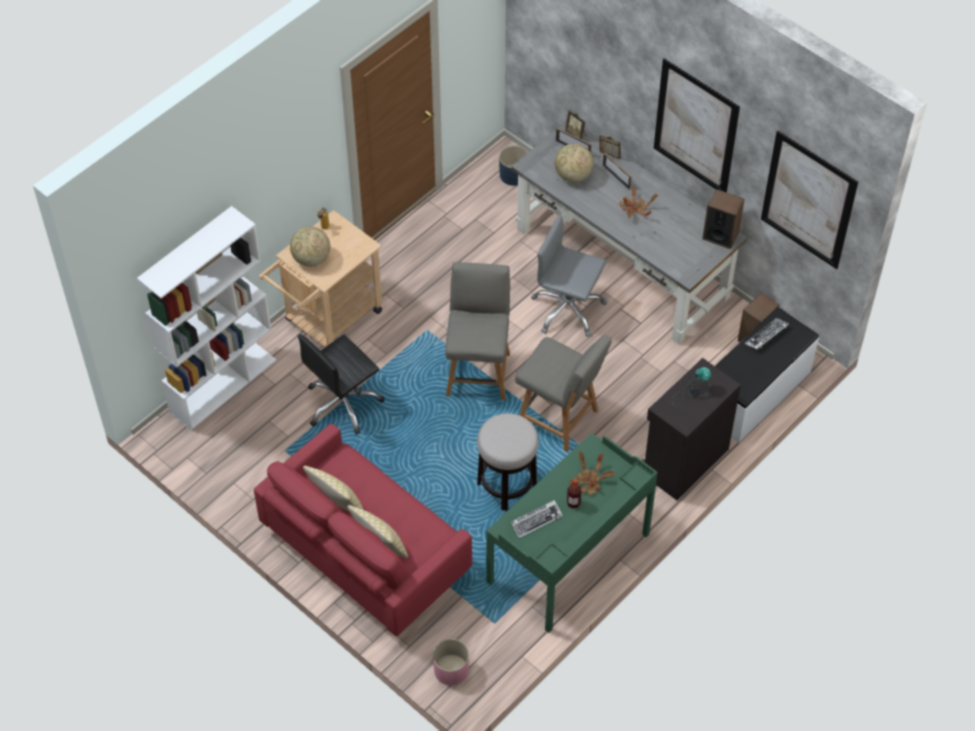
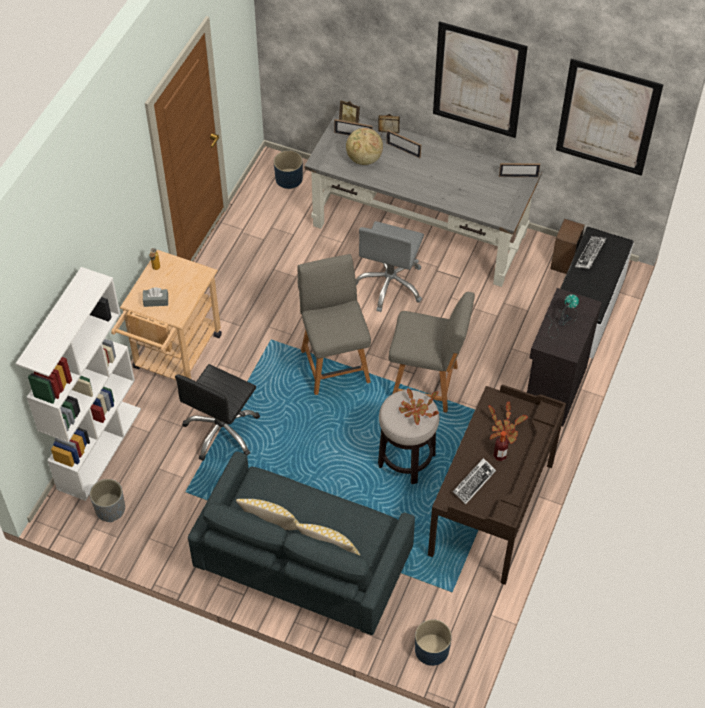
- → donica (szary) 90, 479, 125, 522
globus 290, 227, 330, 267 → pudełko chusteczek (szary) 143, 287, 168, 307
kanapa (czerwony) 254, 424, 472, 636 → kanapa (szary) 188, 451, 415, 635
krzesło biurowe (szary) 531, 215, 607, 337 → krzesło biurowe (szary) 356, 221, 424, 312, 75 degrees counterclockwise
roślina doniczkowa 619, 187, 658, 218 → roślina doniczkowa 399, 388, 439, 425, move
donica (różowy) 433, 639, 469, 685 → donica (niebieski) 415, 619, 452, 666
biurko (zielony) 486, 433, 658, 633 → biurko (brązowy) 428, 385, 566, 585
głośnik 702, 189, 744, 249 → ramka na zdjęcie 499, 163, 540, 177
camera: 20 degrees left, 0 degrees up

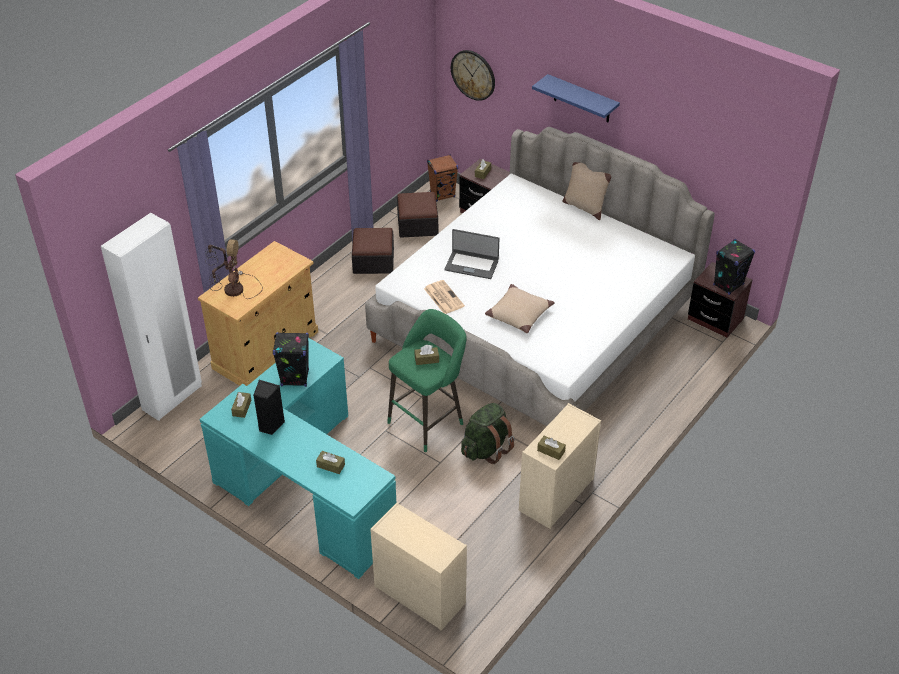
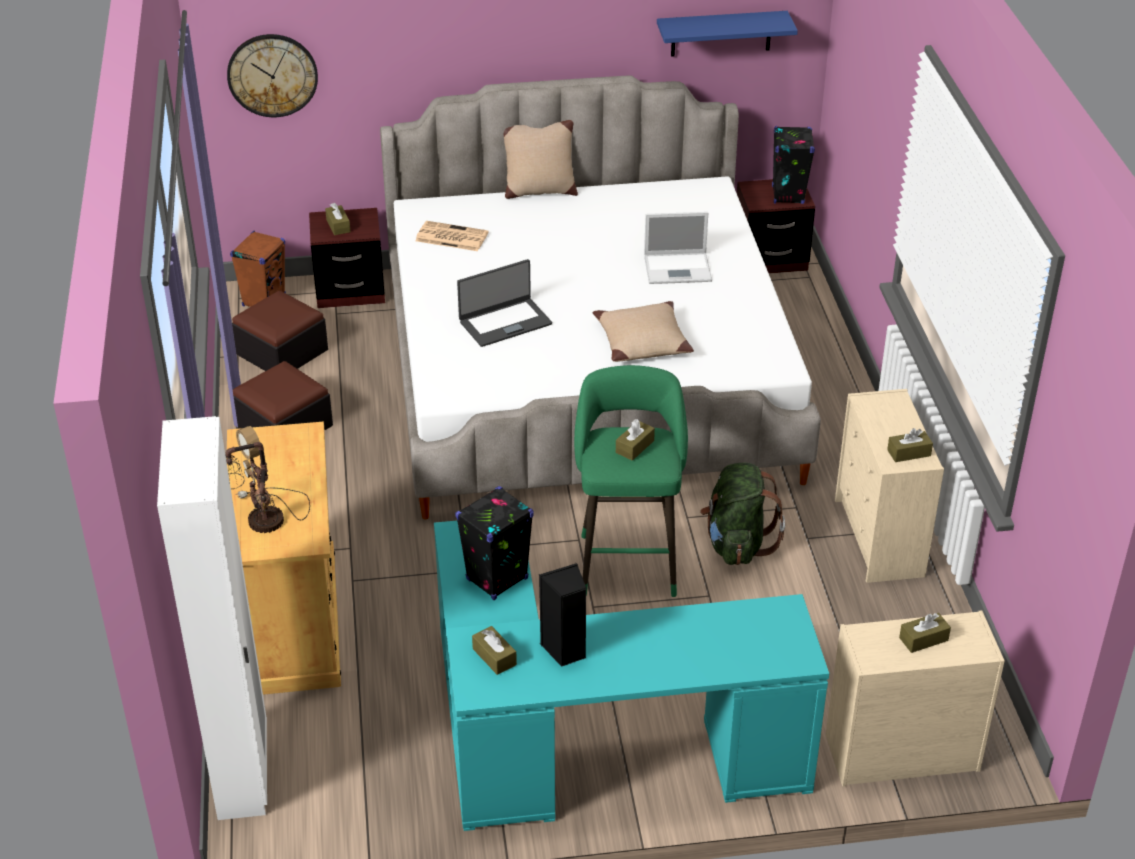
gazeta 424, 280, 465, 314 → gazeta 415, 221, 488, 251, move
- → laptop 644, 212, 712, 284
półka (niebieski) 532, 74, 620, 122 → półka (niebieski) 657, 11, 798, 57, move
pudełko chusteczek (brązowy) 316, 451, 345, 474 → pudełko chusteczek (brązowy) 899, 613, 951, 653, move
camera: 45 degrees left, 5 degrees down

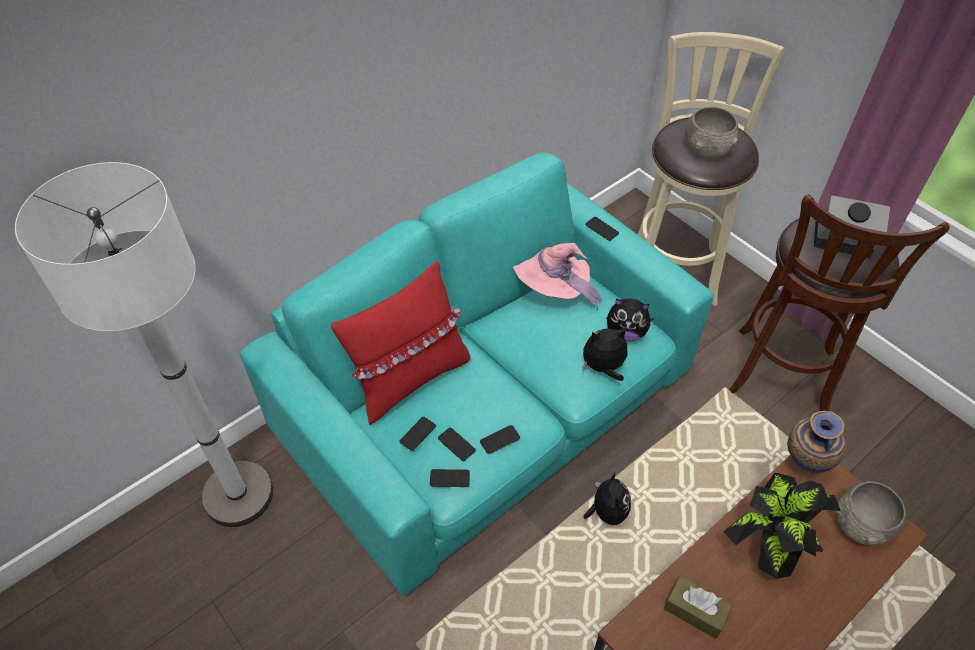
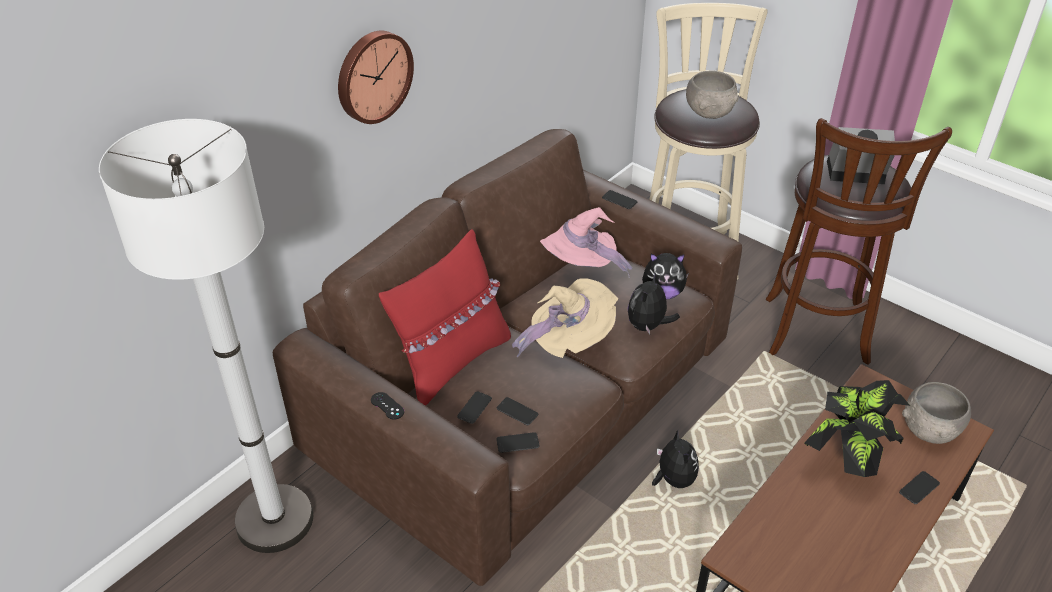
kanapa (turkusowy) 240, 153, 714, 595 → kanapa (brązowy) 273, 129, 742, 586
- → zegar ścienny 338, 30, 414, 124
- → pad do gier (czarny) 371, 392, 404, 420
- → kapelusz (beżowy) 512, 278, 618, 358
pluszak 583, 328, 627, 381 → pluszak 628, 273, 680, 335, 45 degrees counterclockwise
telefon 480, 425, 520, 454 → telefon 899, 471, 940, 504, move
pudełko chusteczek (brązowy) 664, 575, 733, 639 → -
wazon 787, 411, 846, 473 → -
camera: 10 degrees left, 10 degrees down

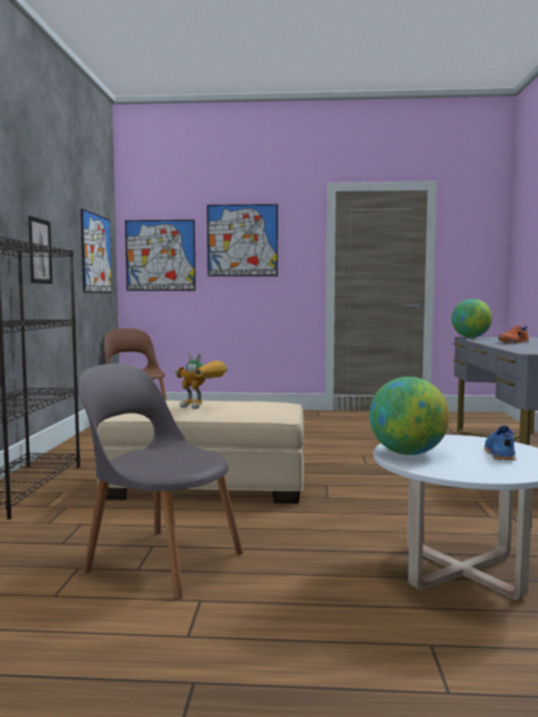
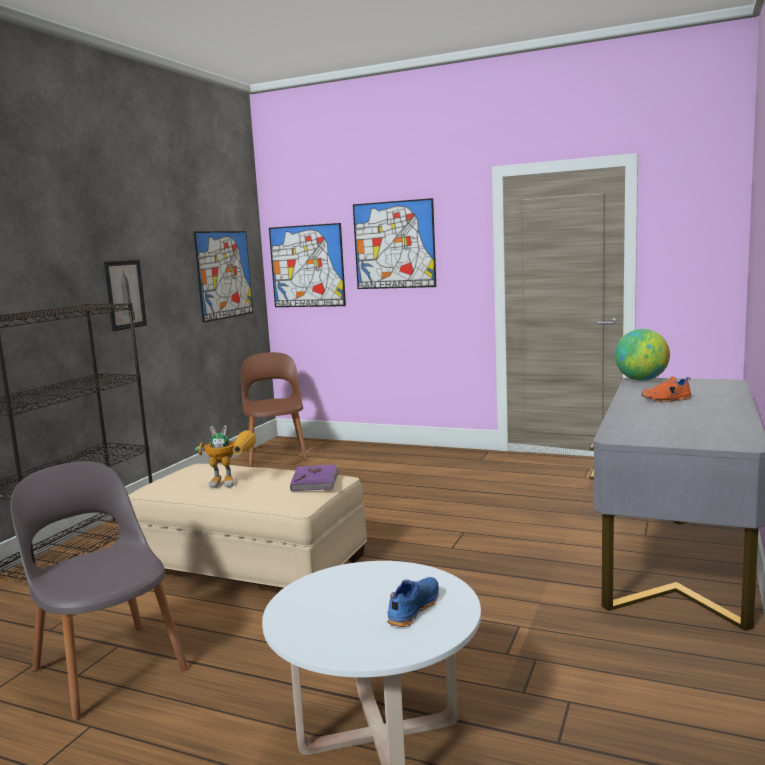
robot zabawkowy 175, 353, 228, 409 → robot zabawkowy 195, 426, 256, 488, 45 degrees counterclockwise
- → książka (fioletowy) 290, 465, 340, 491
globus 369, 377, 450, 455 → -
camera: 20 degrees right, 5 degrees up

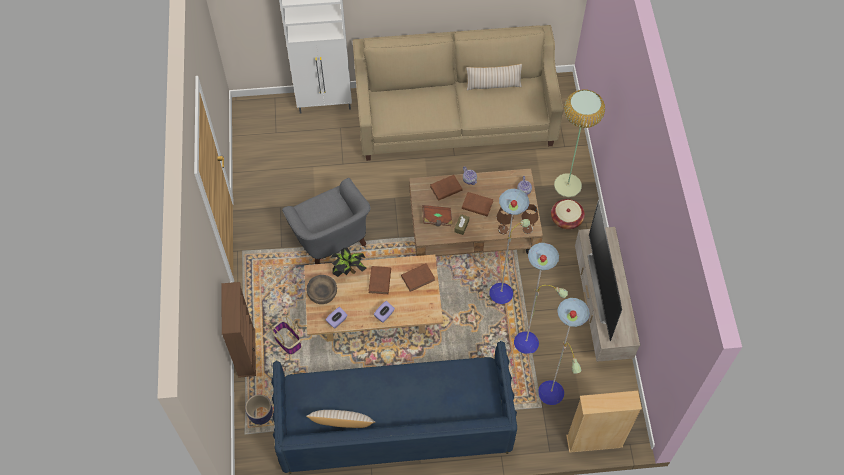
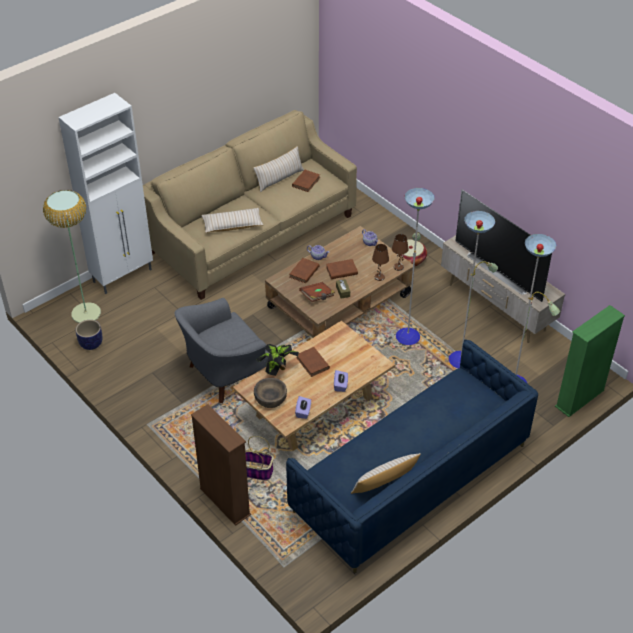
lampa stojąca 554, 89, 605, 197 → lampa stojąca 43, 190, 101, 323, move
donica 245, 395, 273, 425 → donica 76, 320, 103, 350, move
fotel (szary) 282, 178, 371, 264 → fotel (szary) 175, 298, 270, 403, 120 degrees clockwise
- → poduszka (beżowy) 201, 208, 263, 233
książka (brązowy) 401, 263, 435, 292 → książka (brązowy) 292, 170, 320, 192, move
regał (beżowy) 566, 391, 642, 453 → regał (zielony) 555, 305, 625, 417
camera: 35 degrees left, 15 degrees down

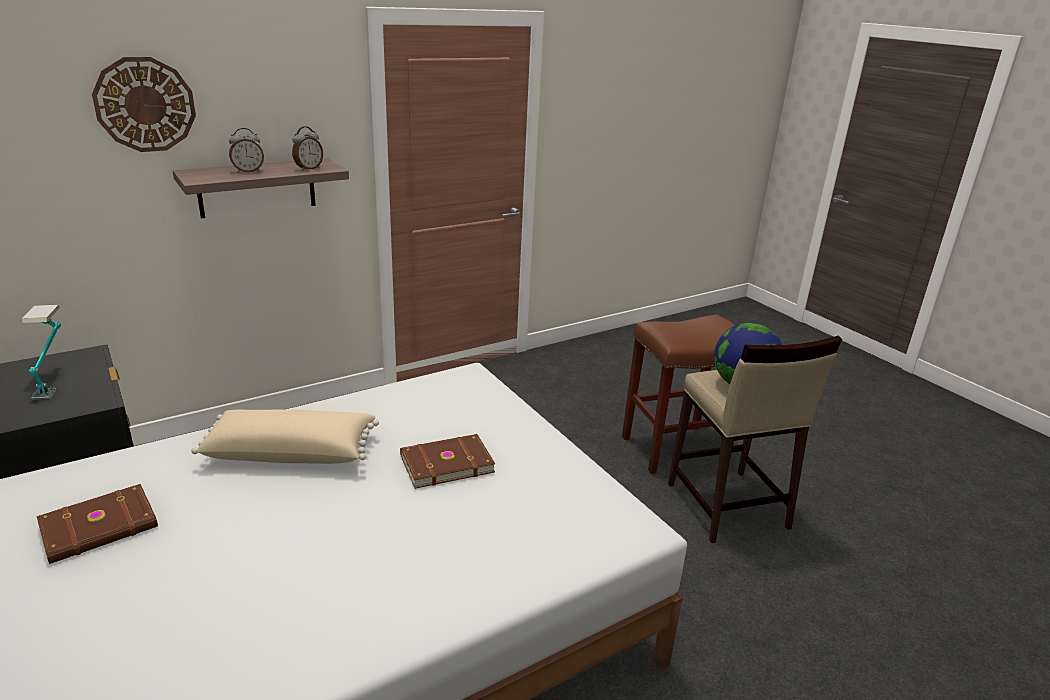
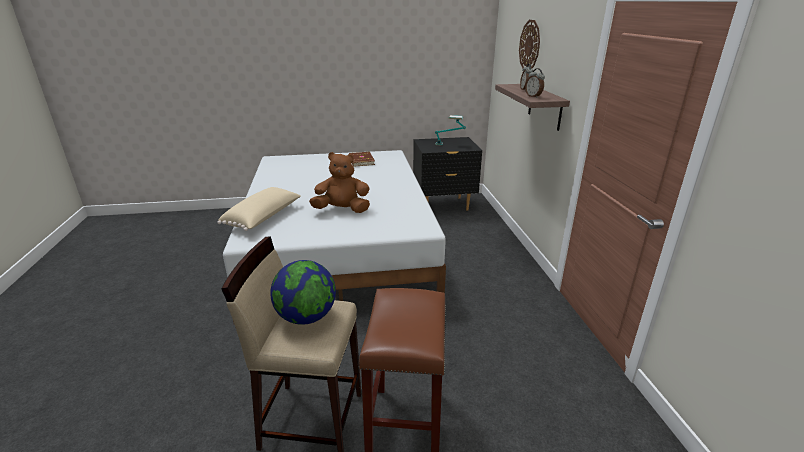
poduszka (beżowy) 191, 409, 379, 464 → poduszka (beżowy) 217, 187, 301, 231, move
książka (brązowy) 400, 434, 495, 489 → pluszak (brązowy) 309, 152, 370, 213
camera: 115 degrees right, 0 degrees up

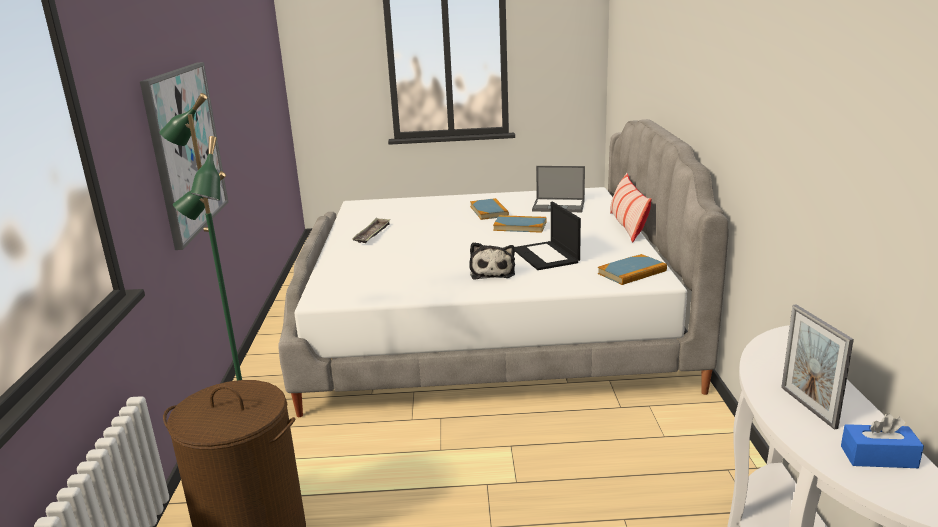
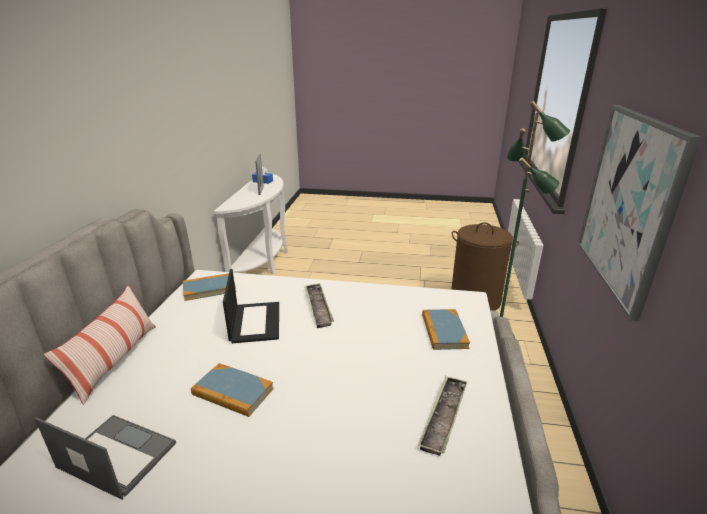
pluszak 469, 242, 515, 280 → taca 304, 283, 334, 328
książka 470, 198, 509, 220 → książka 422, 309, 470, 350, move
camera: 170 degrees left, 5 degrees up

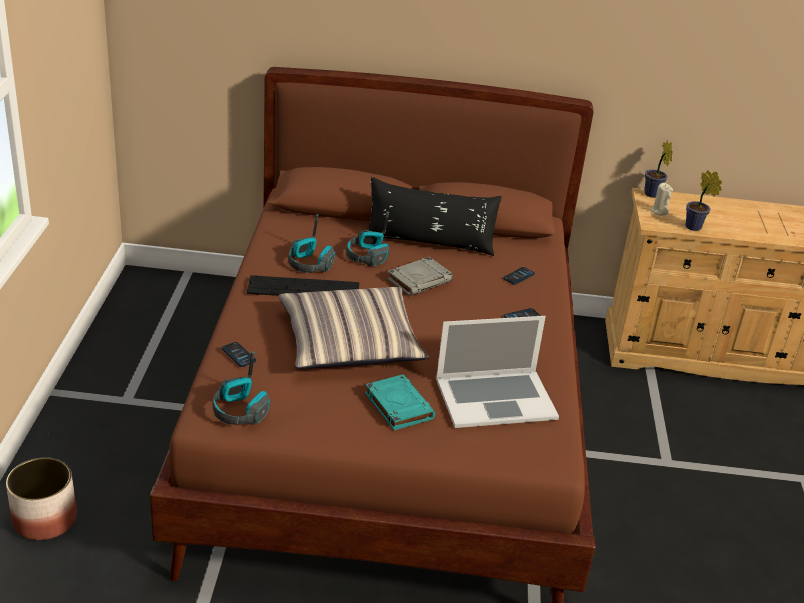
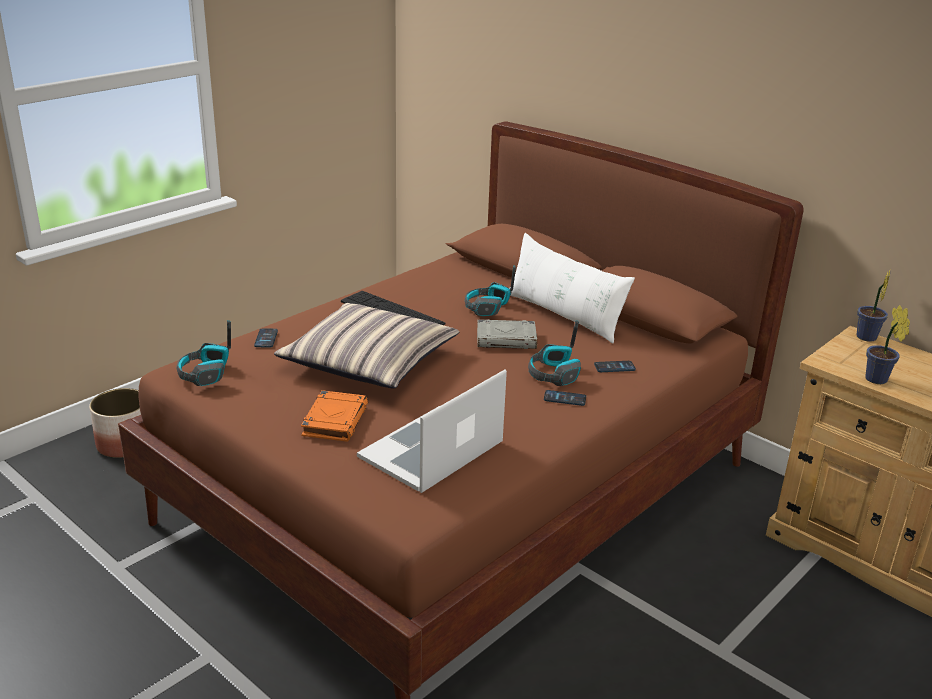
książka (turkusowy) 365, 374, 435, 430 → książka (pomarańczowy) 301, 390, 368, 442
laptop 436, 316, 559, 428 → laptop 357, 370, 507, 493, 105 degrees clockwise
poduszka (czarny) 368, 177, 502, 256 → poduszka (biały) 511, 233, 635, 343
słuchawki 288, 214, 336, 273 → słuchawki 528, 320, 581, 386, move
świeca (beżowy) 649, 183, 673, 215 → -
camera: 40 degrees right, 5 degrees down

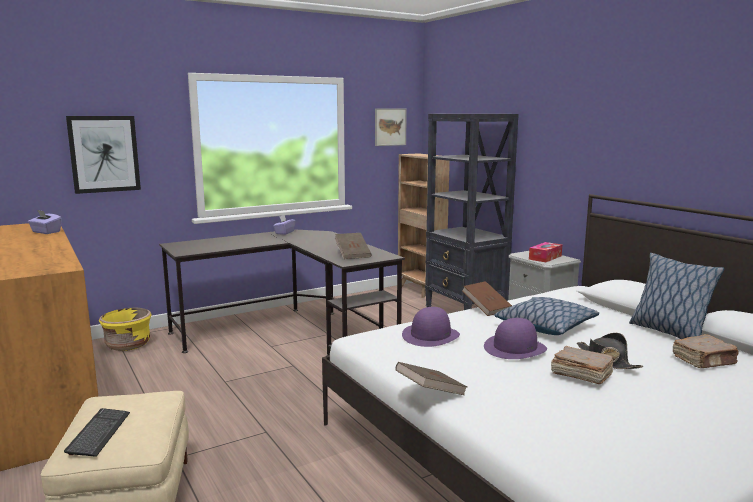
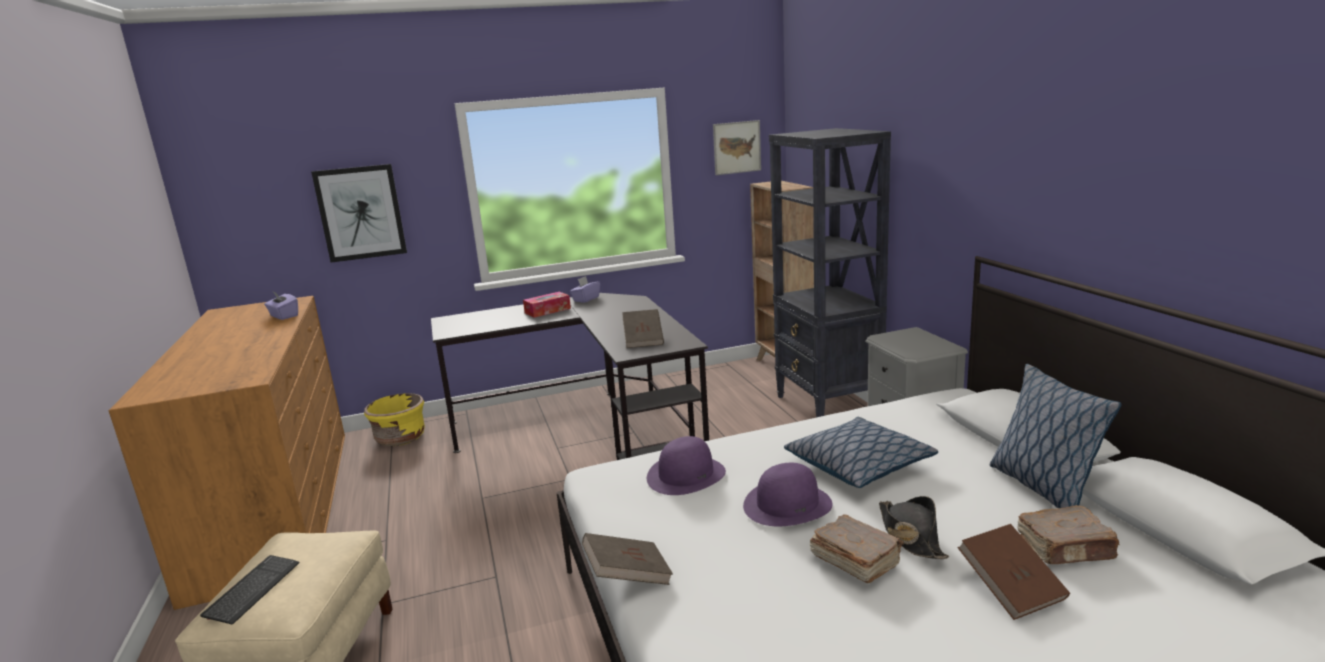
pudełko chusteczek 529, 242, 562, 262 → pudełko chusteczek 523, 291, 571, 318, move
książka (brązowy) 462, 281, 512, 316 → książka (brązowy) 958, 524, 1070, 620, move
camera: 15 degrees right, 5 degrees up

